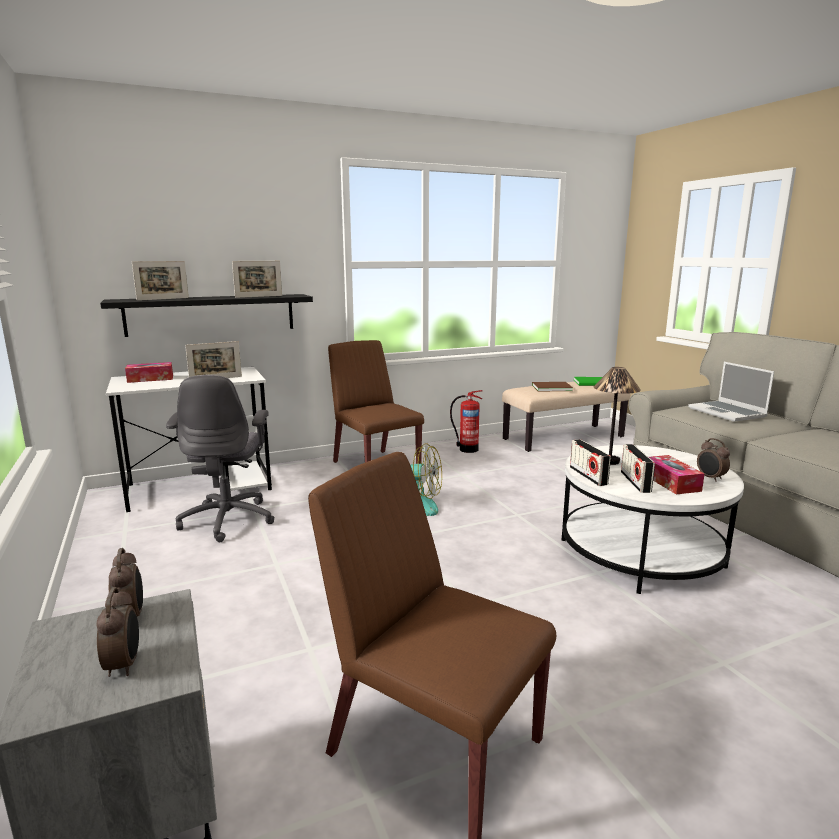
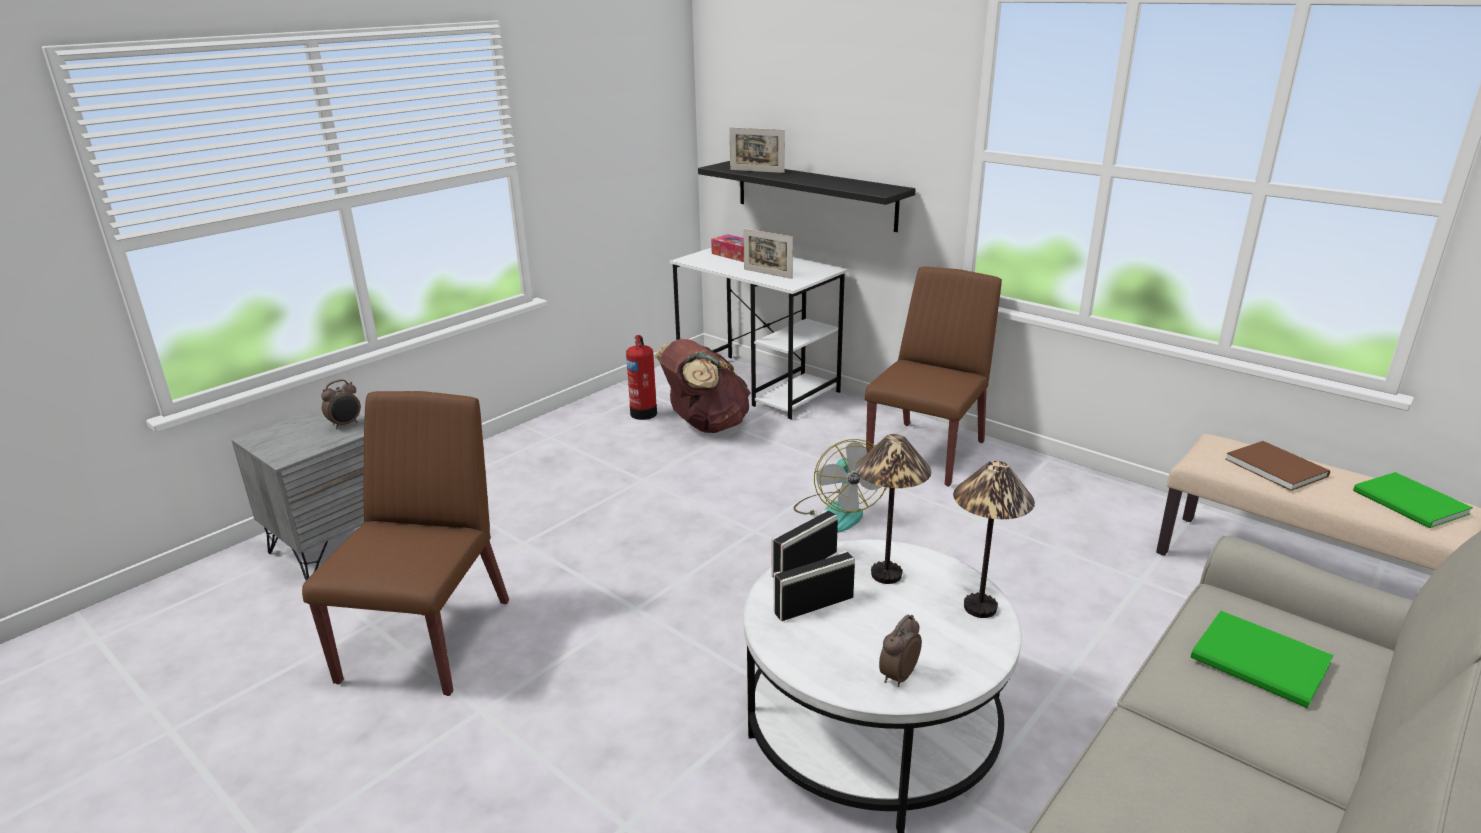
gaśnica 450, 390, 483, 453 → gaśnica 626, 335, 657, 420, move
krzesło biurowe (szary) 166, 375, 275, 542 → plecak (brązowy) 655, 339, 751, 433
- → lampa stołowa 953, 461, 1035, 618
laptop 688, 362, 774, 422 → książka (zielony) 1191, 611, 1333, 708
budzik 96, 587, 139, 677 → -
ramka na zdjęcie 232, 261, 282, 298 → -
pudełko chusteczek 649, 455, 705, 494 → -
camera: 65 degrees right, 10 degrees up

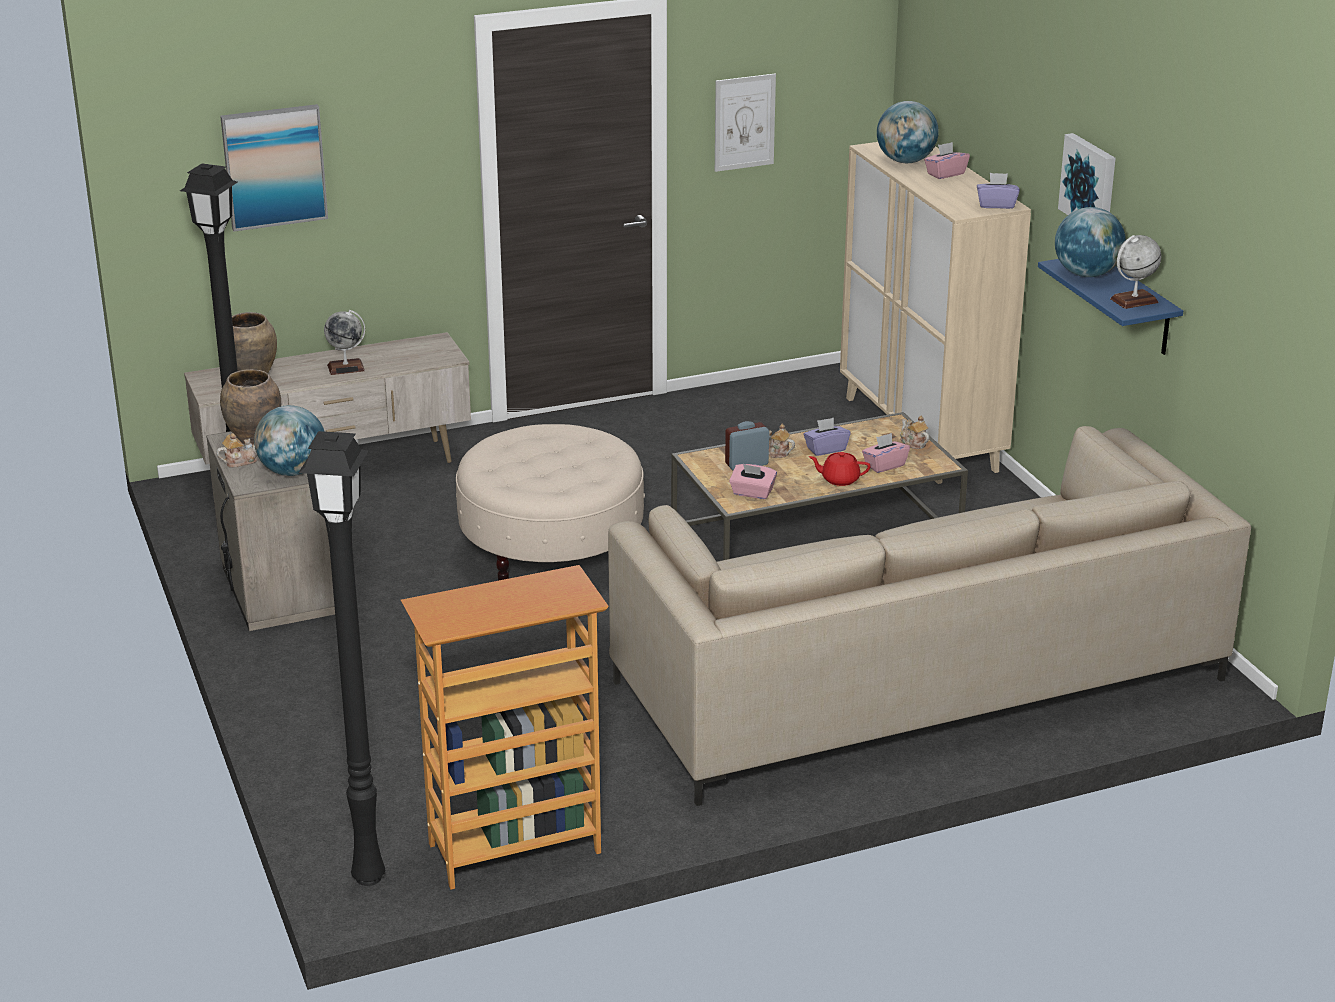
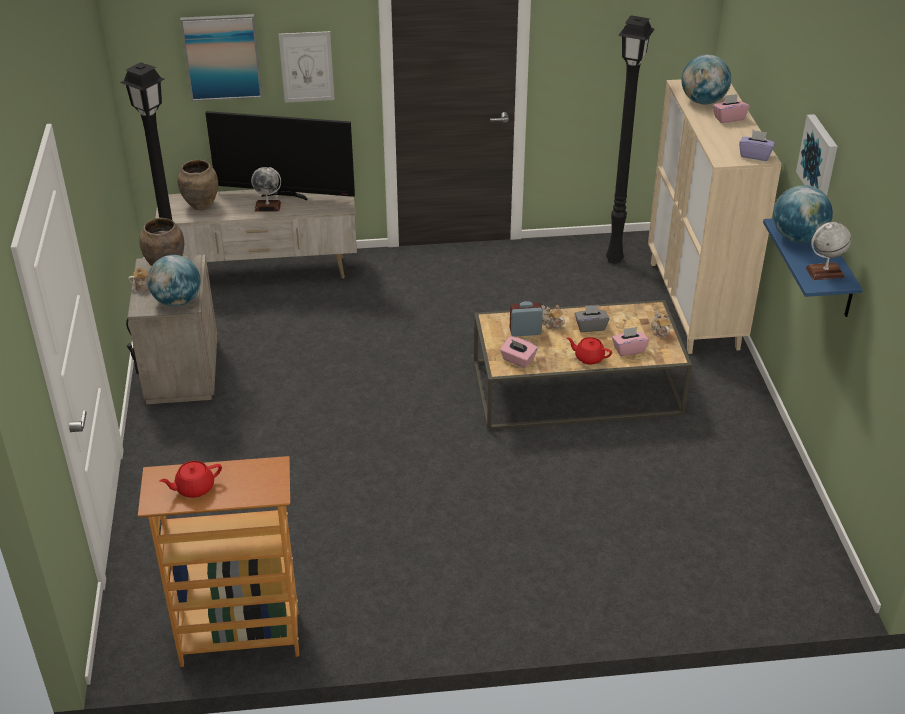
- → imbryk (czerwony) 160, 461, 222, 498
- → telewizor 205, 111, 355, 200
obraz 715, 74, 776, 172 → obraz 279, 31, 335, 103, move
pudełko chusteczek (fioletowy) 803, 418, 851, 456 → pudełko chusteczek (szary) 575, 305, 610, 332
lampa stojąca (czarny) 299, 431, 385, 886 → lampa stojąca (czarny) 606, 15, 654, 264, move
pufa (beżowy) 456, 424, 645, 581 → -
kanapa (beżowy) 608, 426, 1251, 806 → -
camera: 15 degrees right, 10 degrees up

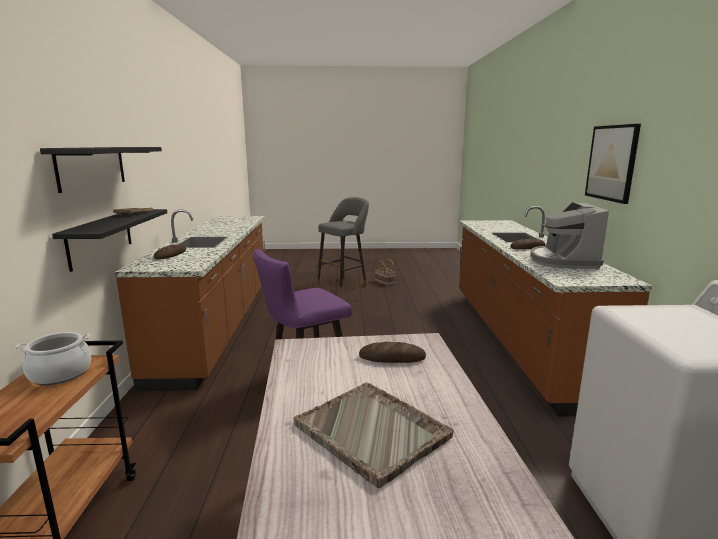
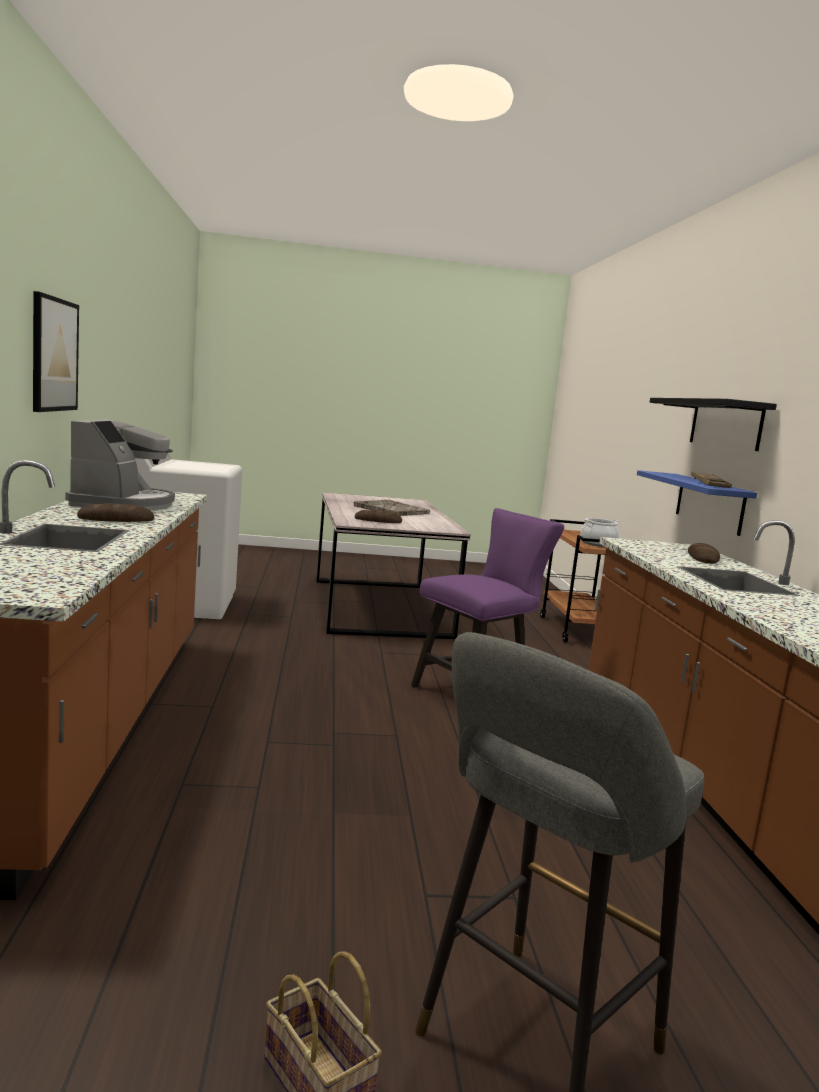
półka (czarny) 52, 209, 167, 272 → półka (niebieski) 637, 470, 757, 536
camera: 175 degrees right, 5 degrees down

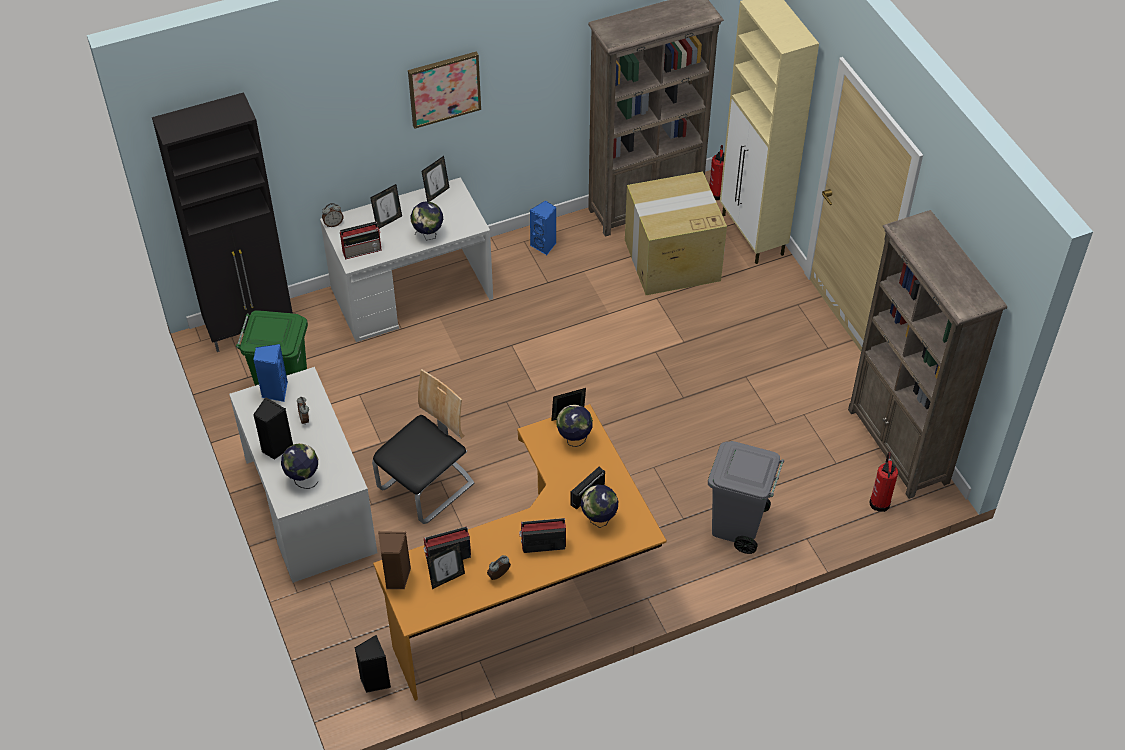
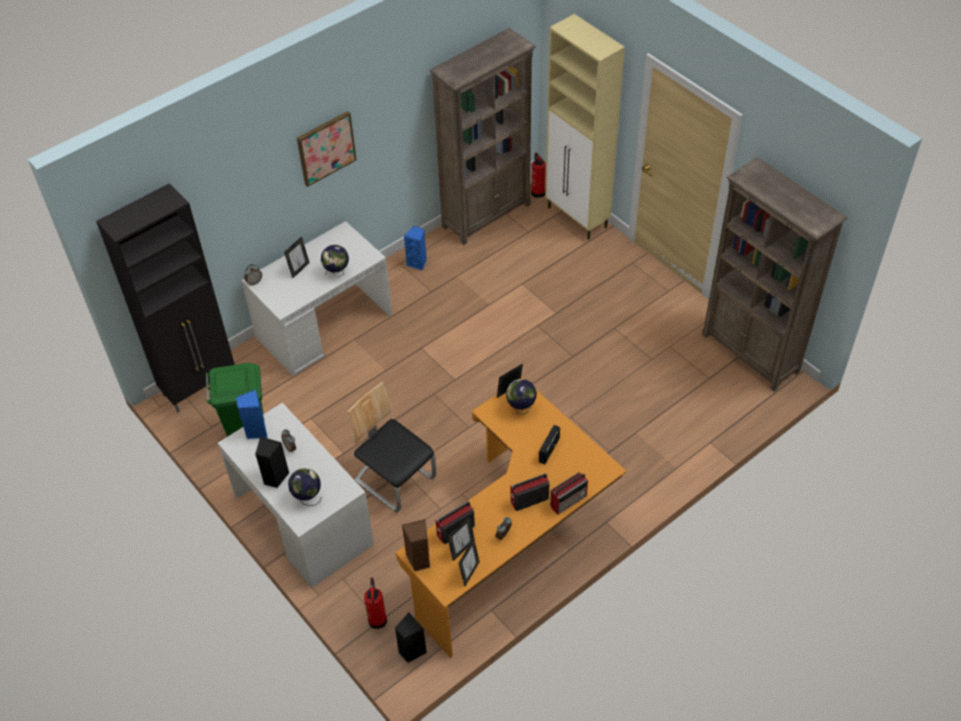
krzesło 372, 369, 475, 524 → krzesło 348, 382, 436, 512, 75 degrees counterclockwise
gaśnica 869, 452, 898, 512 → gaśnica 364, 577, 387, 629, move
ramka na zdjęcie 421, 156, 450, 202 → ramka na zdjęcie 458, 538, 480, 586, move
radio 340, 222, 382, 259 → radio 550, 473, 588, 515, move
globus 581, 485, 618, 528 → -
karton 625, 172, 727, 295 → -
kosz na śmieci (szary) 708, 441, 784, 554 → -
camera: 15 degrees left, 0 degrees up

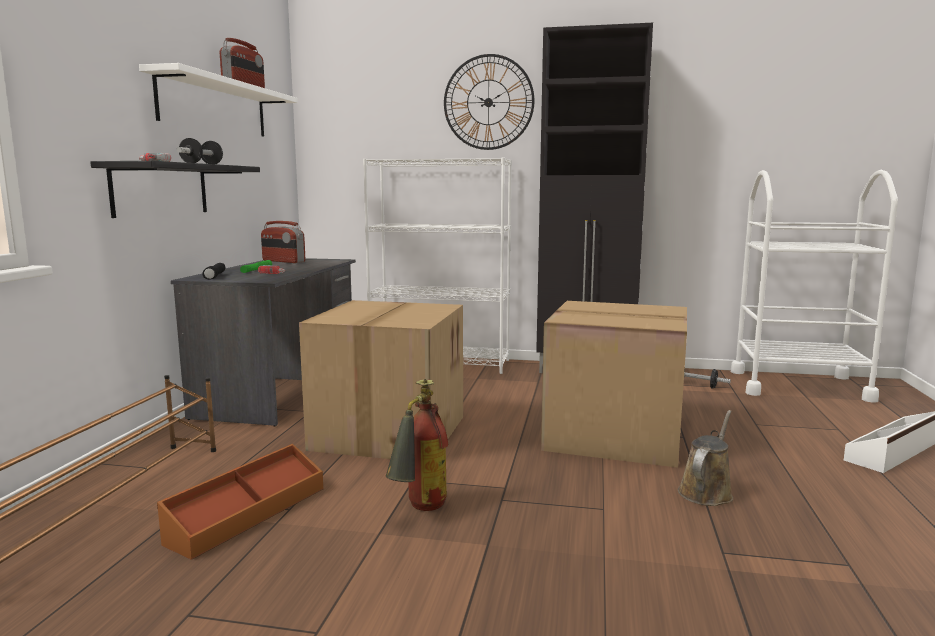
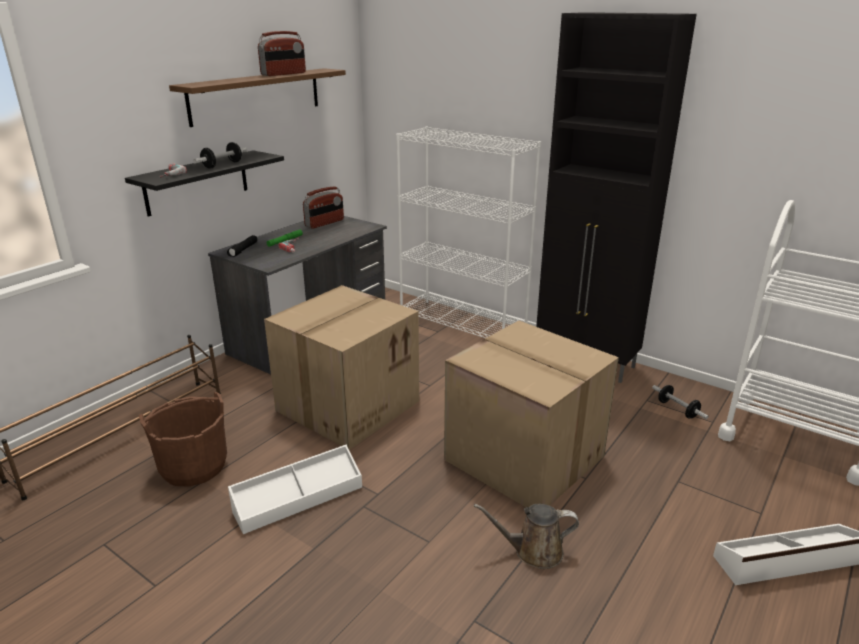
pojemnik do przechowywania (brązowy) 157, 444, 323, 560 → wiadro (brązowy) 139, 392, 227, 487
półka (biały) 139, 63, 298, 137 → półka (brązowy) 169, 68, 346, 127
gaśnica 386, 379, 448, 511 → pojemnik do przechowywania (biały) 228, 445, 362, 534
radio 261, 221, 305, 263 → radio 303, 186, 344, 229, 105 degrees counterclockwise
konewka (brązowy) 678, 410, 733, 506 → konewka (brązowy) 474, 504, 579, 569, 150 degrees counterclockwise
zegar ścienny 444, 54, 534, 150 → -
camera: 25 degrees right, 15 degrees up

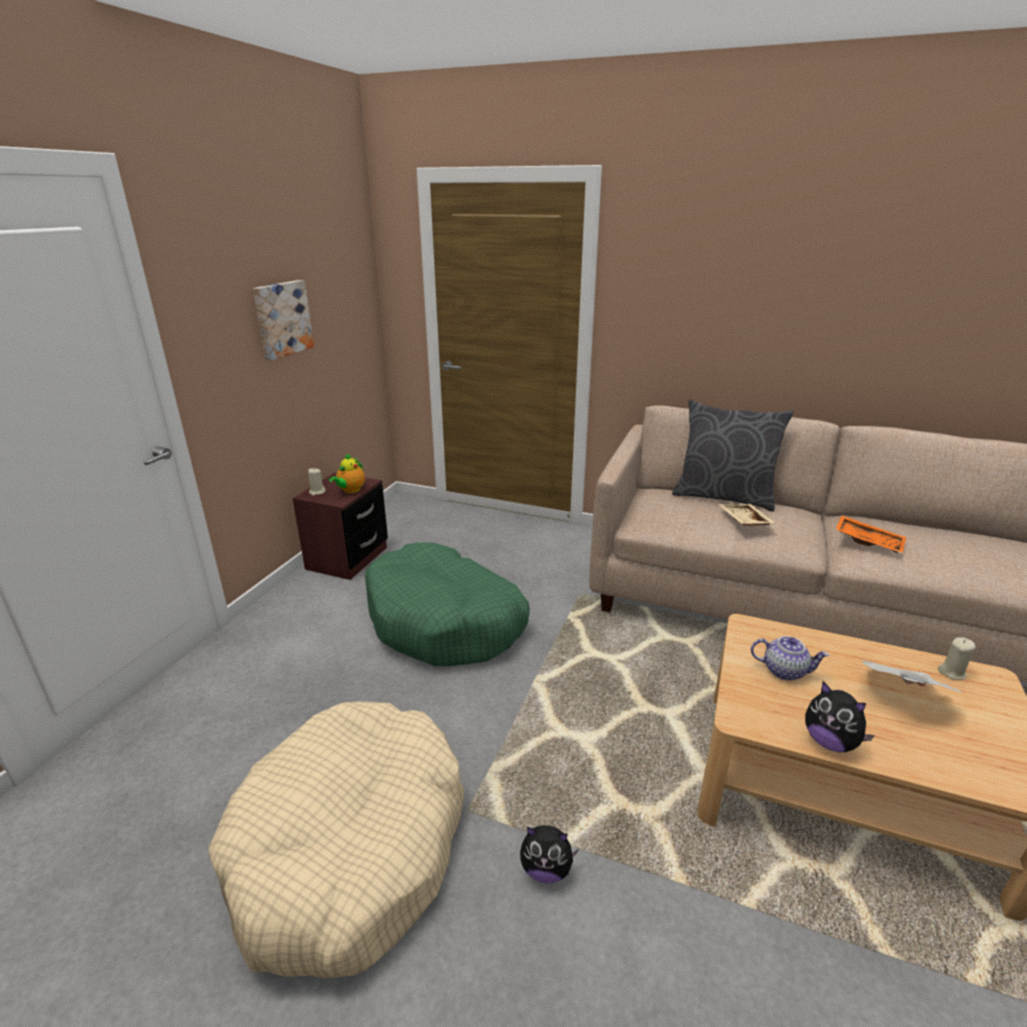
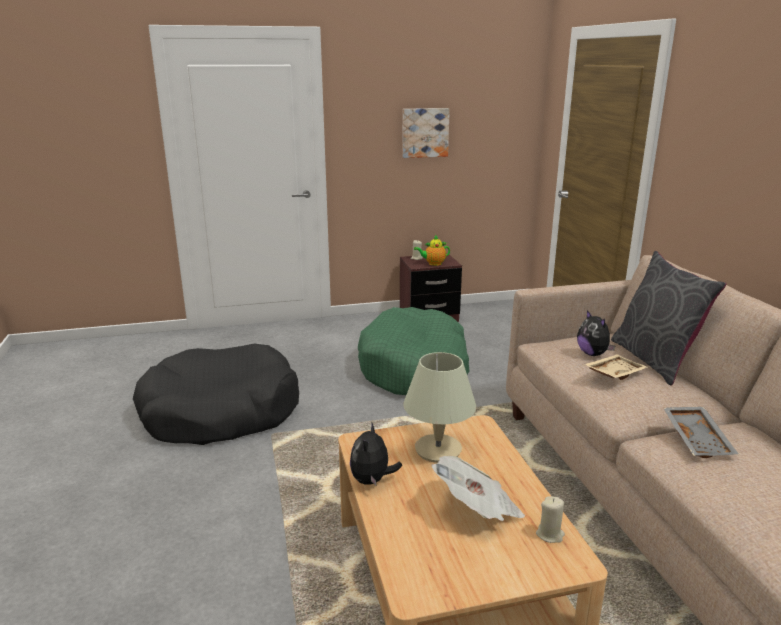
legowisko (beżowy) 209, 701, 465, 979 → legowisko (czarny) 133, 344, 299, 445
imbryk 751, 636, 829, 681 → lampa stołowa (beżowy) 403, 352, 476, 463
pluszak 520, 825, 579, 883 → pluszak 577, 310, 615, 356, move
taca (pomarańczowy) 836, 515, 907, 553 → taca (szary) 663, 407, 739, 458
camera: 55 degrees right, 5 degrees down

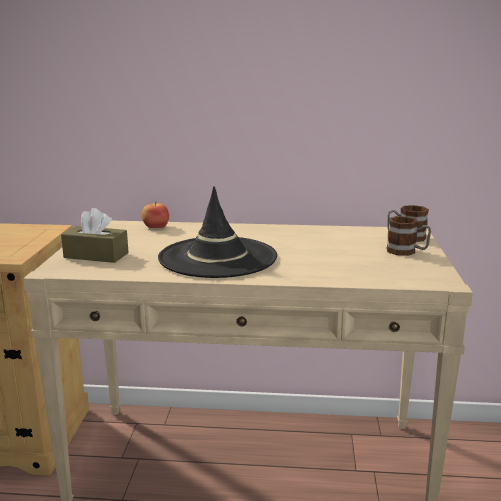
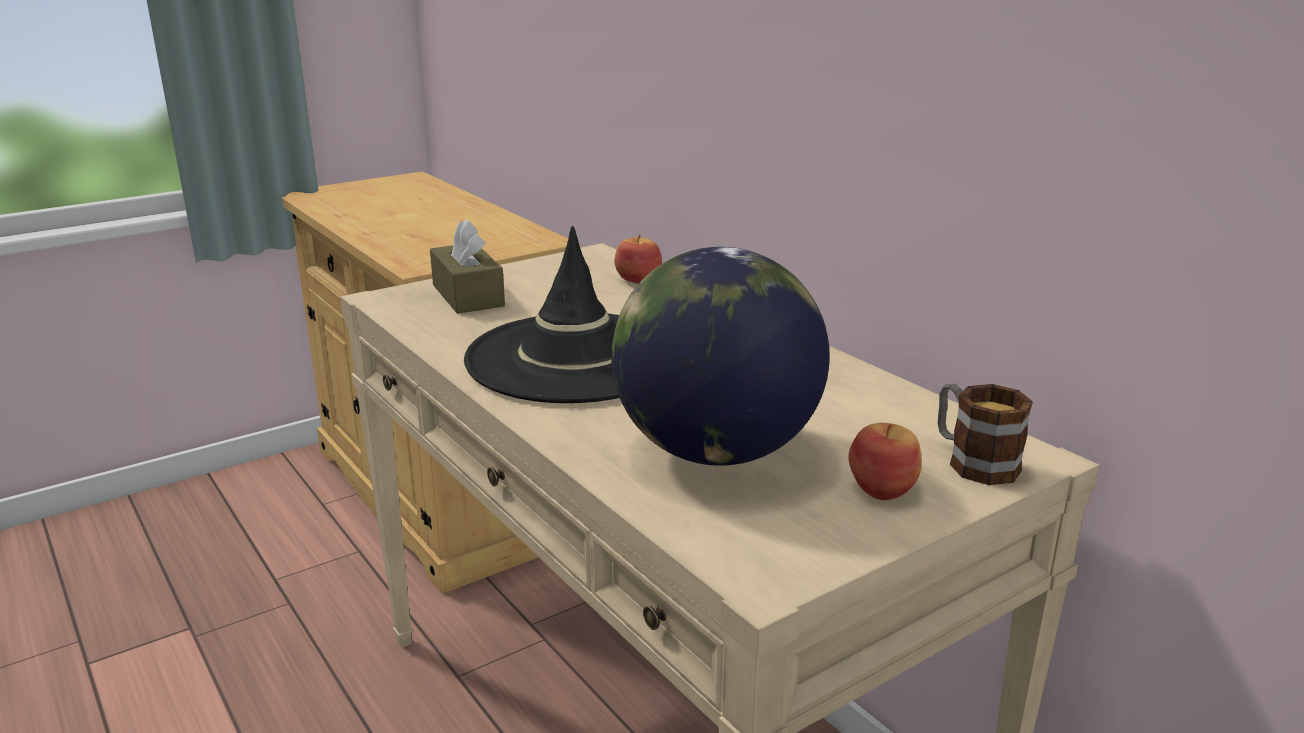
- → globus 611, 247, 830, 466
kubek 386, 216, 431, 256 → jabłko 848, 423, 922, 500
camera: 50 degrees right, 5 degrees up

